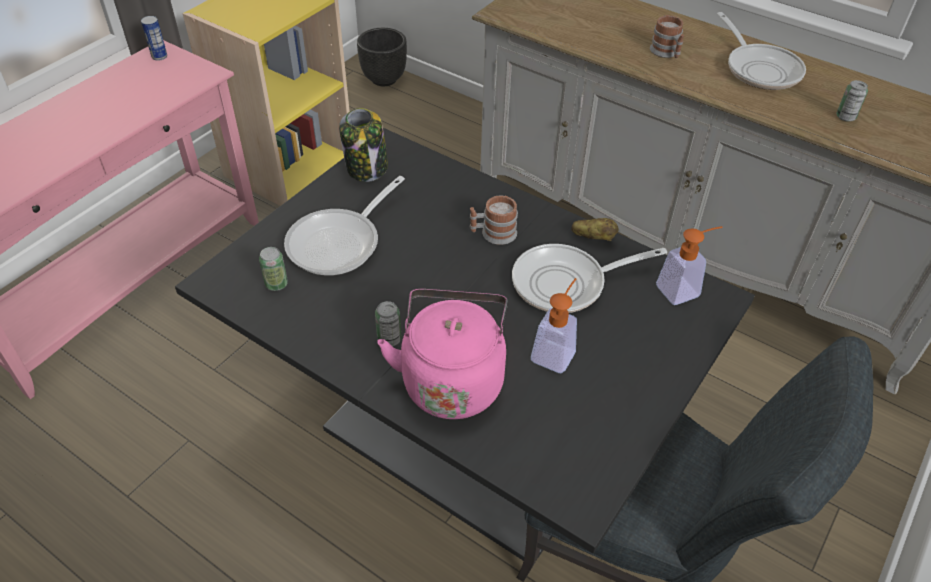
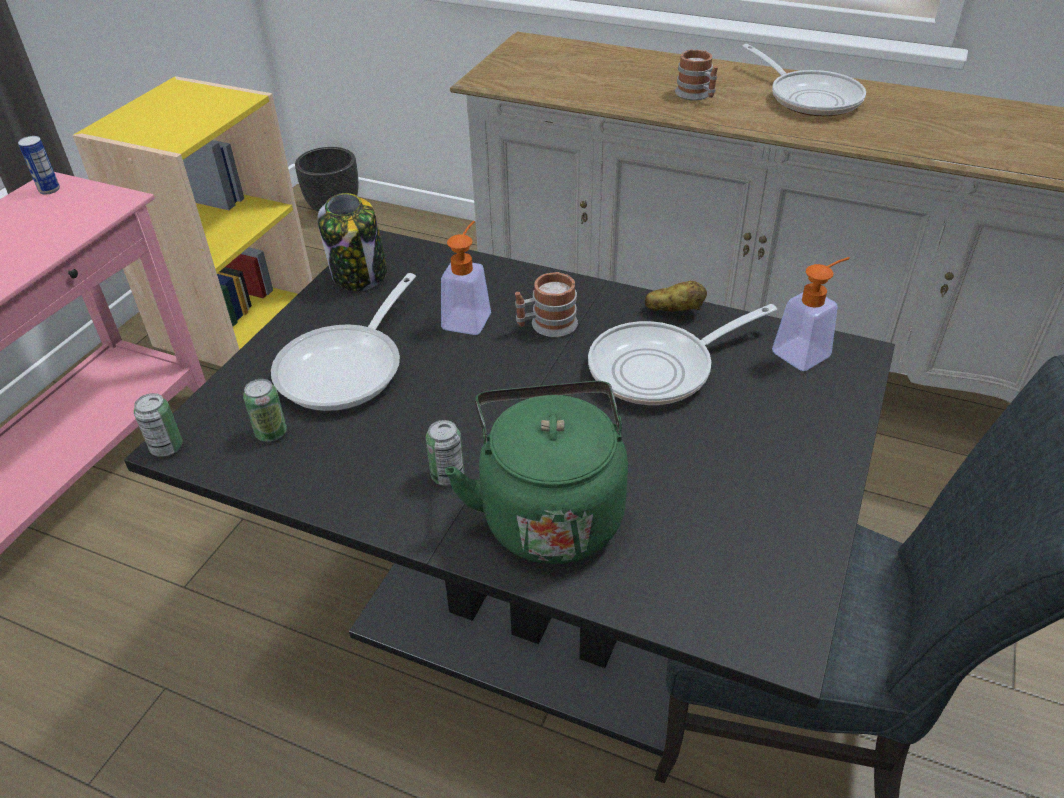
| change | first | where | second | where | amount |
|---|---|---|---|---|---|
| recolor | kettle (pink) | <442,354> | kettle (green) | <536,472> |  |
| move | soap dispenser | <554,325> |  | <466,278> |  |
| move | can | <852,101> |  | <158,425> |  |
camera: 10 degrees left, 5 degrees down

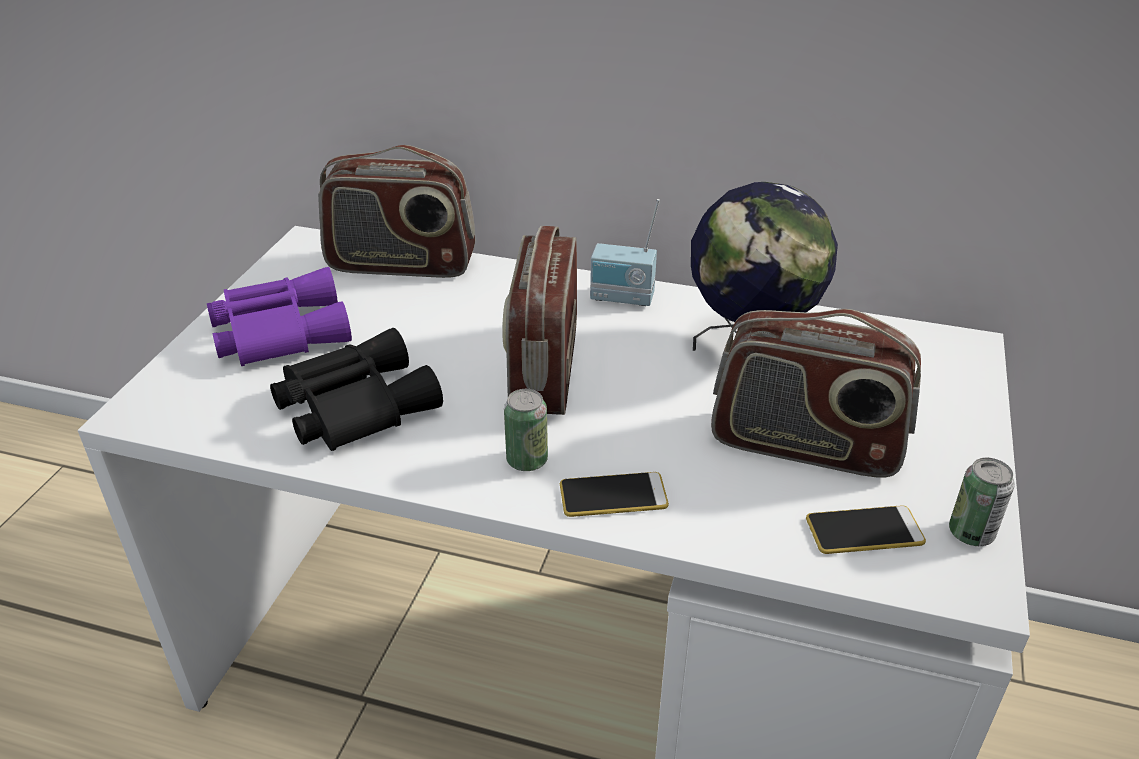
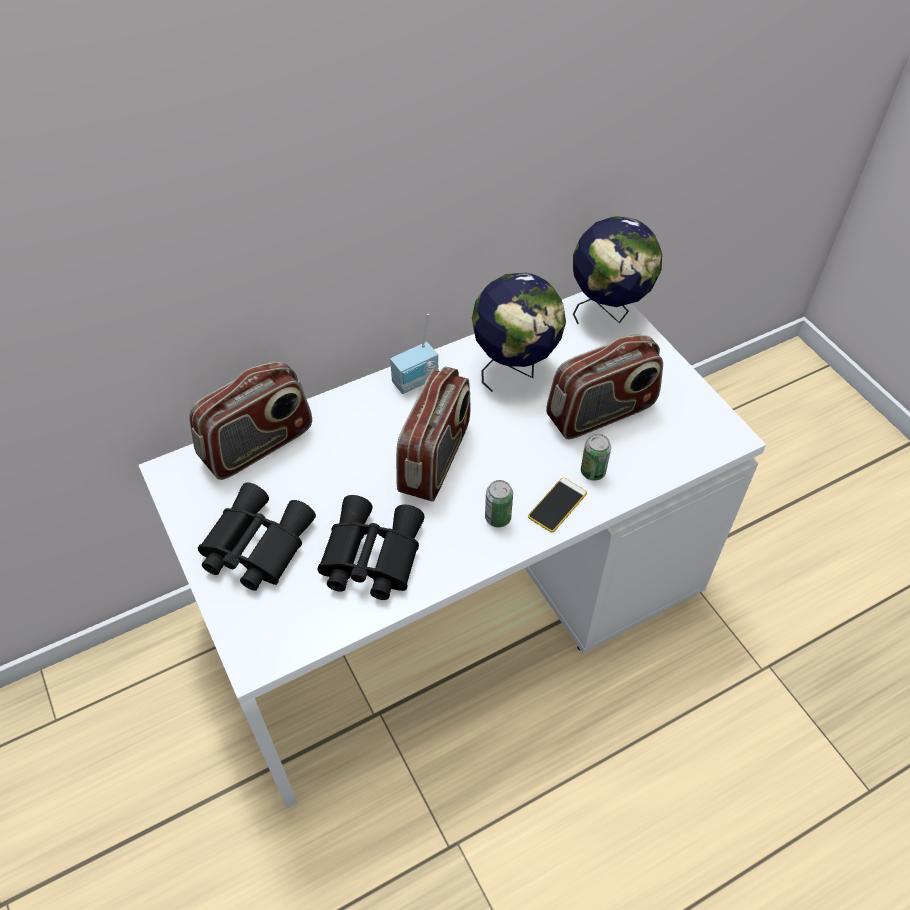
| change | first | where | second | where | amount |
|---|---|---|---|---|---|
| recolor | binoculars (purple) | <279,316> | binoculars (black) | <257,536> |  |
| rotate | radio | <539,320> |  | <433,434> | 120 degrees counterclockwise |
| delete | phone | <866,529> |  |  |  |
| move | can | <982,502> |  | <596,457> |  |
| insert |  |  | globe | <617,270> |  |
camera: 45 degrees left, 15 degrees up

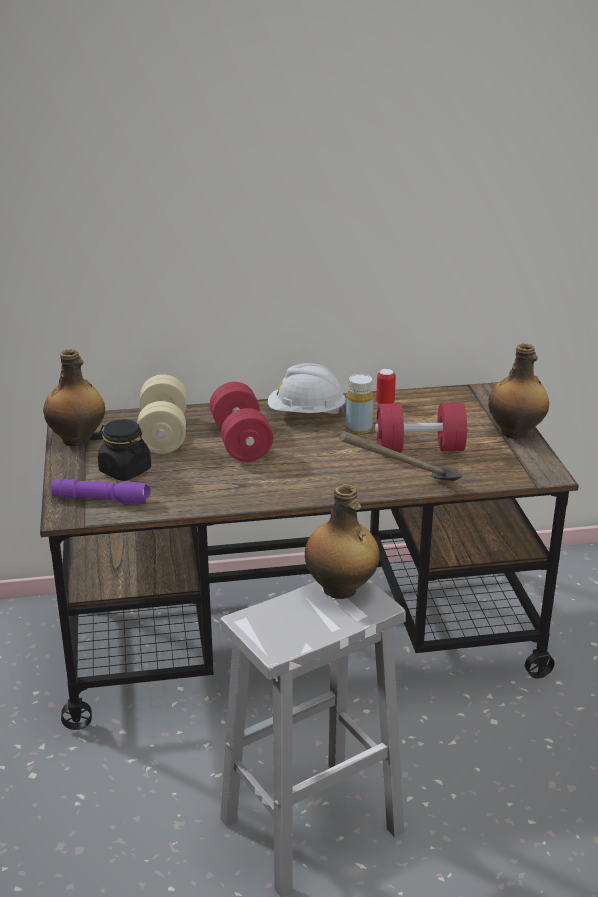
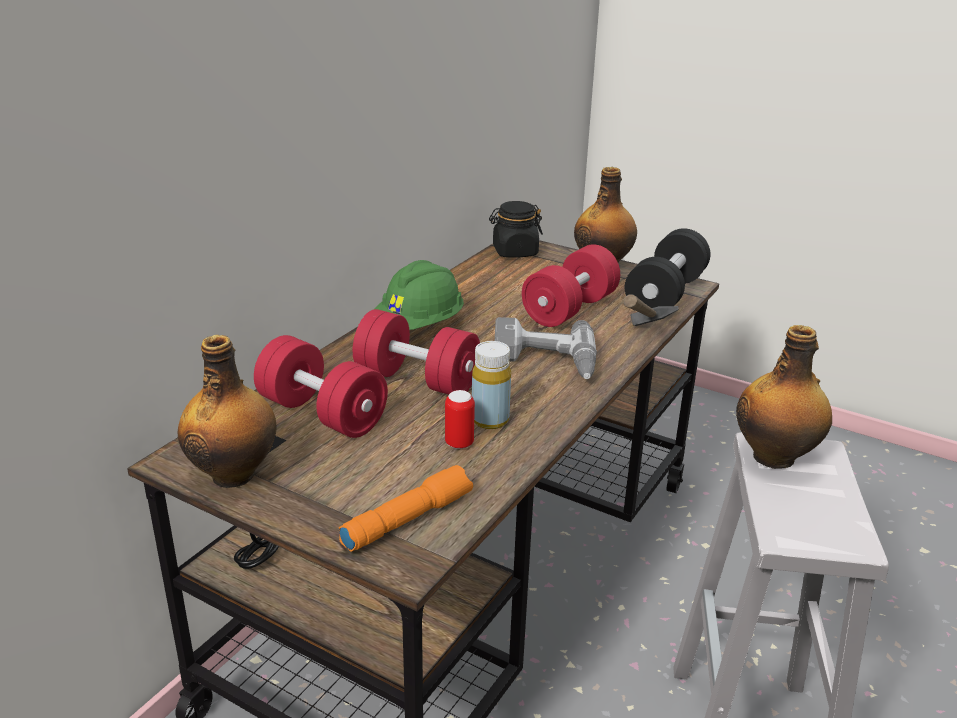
| change | first | where | second | where | amount |
|---|---|---|---|---|---|
| recolor | flashlight (purple) | <101,491> | flashlight (orange) | <406,508> |  |
| move | jar (black) | <124,450> |  | <516,229> |  |
| recolor | dumbbell (beige) | <162,414> | dumbbell (red) | <321,386> |  |
| recolor | hard hat (white) | <307,388> | hard hat (green) | <418,295> |  |
| move | bottle (yellow) | <359,404> |  | <491,385> |  |
| move | can | <386,386> |  | <460,419> |  |
| insert |  |  | power drill | <546,348> |  |
| insert |  |  | dumbbell (black) | <668,268> |  |
camera: 50 degrees left, 0 degrees up

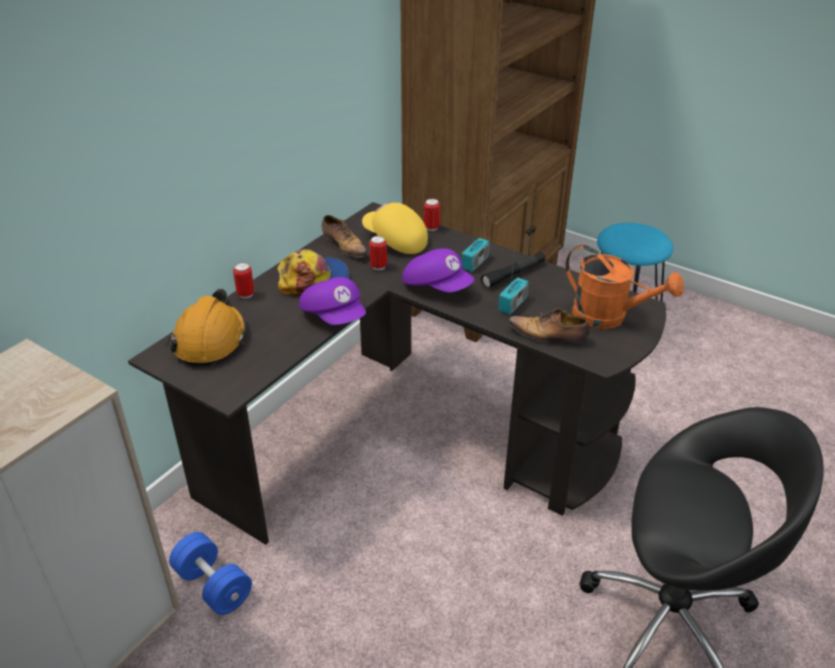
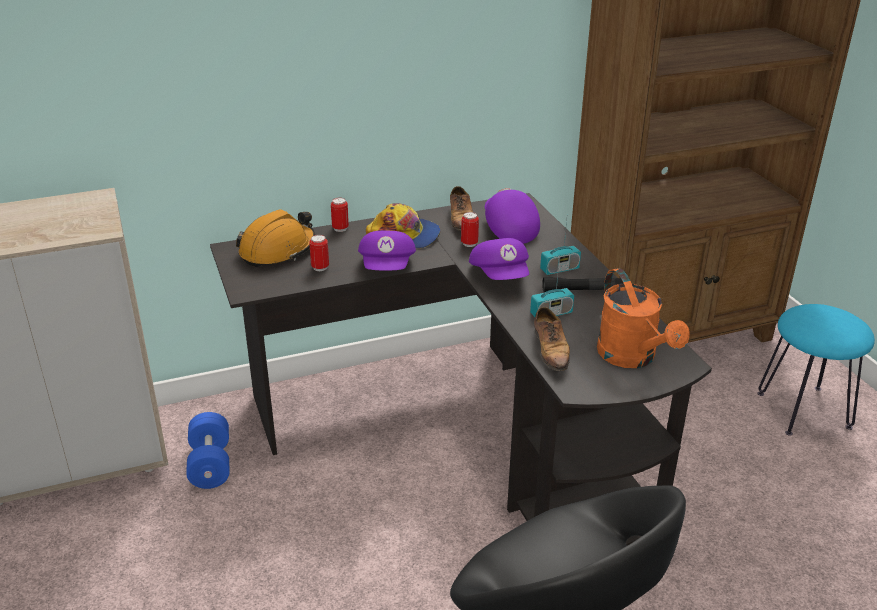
| change | first | where | second | where | amount |
|---|---|---|---|---|---|
| recolor | cap (yellow) | <395,228> | cap (purple) | <512,216> |  |
| move | can | <432,215> |  | <319,253> |  |
| rotate | shoe | <549,327> |  | <552,339> | 150 degrees counterclockwise |
camera: 35 degrees right, 5 degrees down

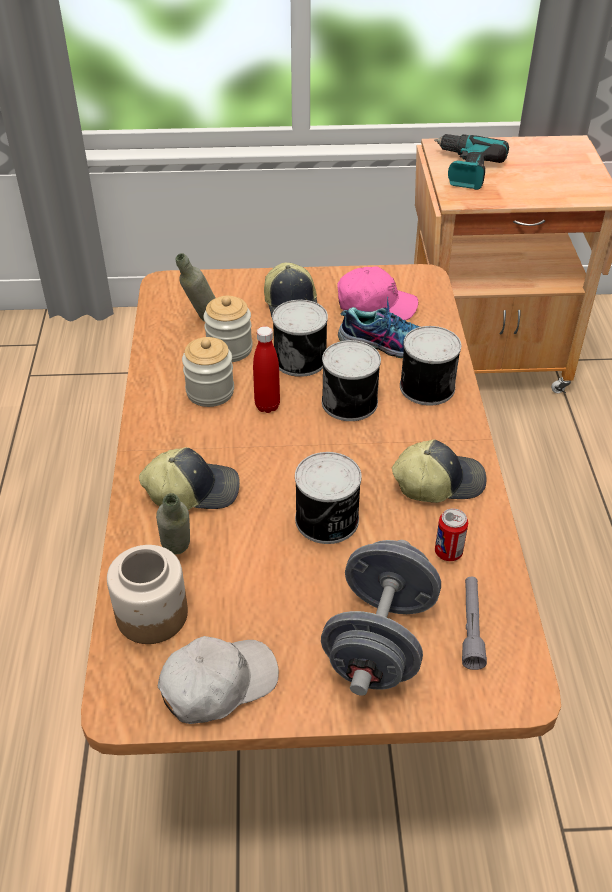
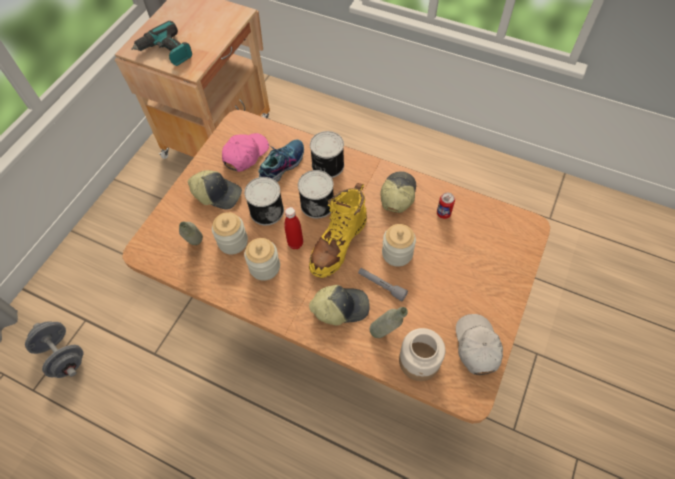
| change | first | where | second | where | amount |
|---|---|---|---|---|---|
| rotate | cap | <189,478> |  | <339,305> | 60 degrees clockwise |
| replace | can | <328,498> | jar | <399,245> |  |
| move | dumbbell (grey) | <381,618> |  | <54,349> |  |
| move | flashlight (grey) | <474,623> |  | <383,284> |  |
| insert |  |  | boot (yellow) | <338,230> |  |
camera: 60 degrees left, 15 degrees up

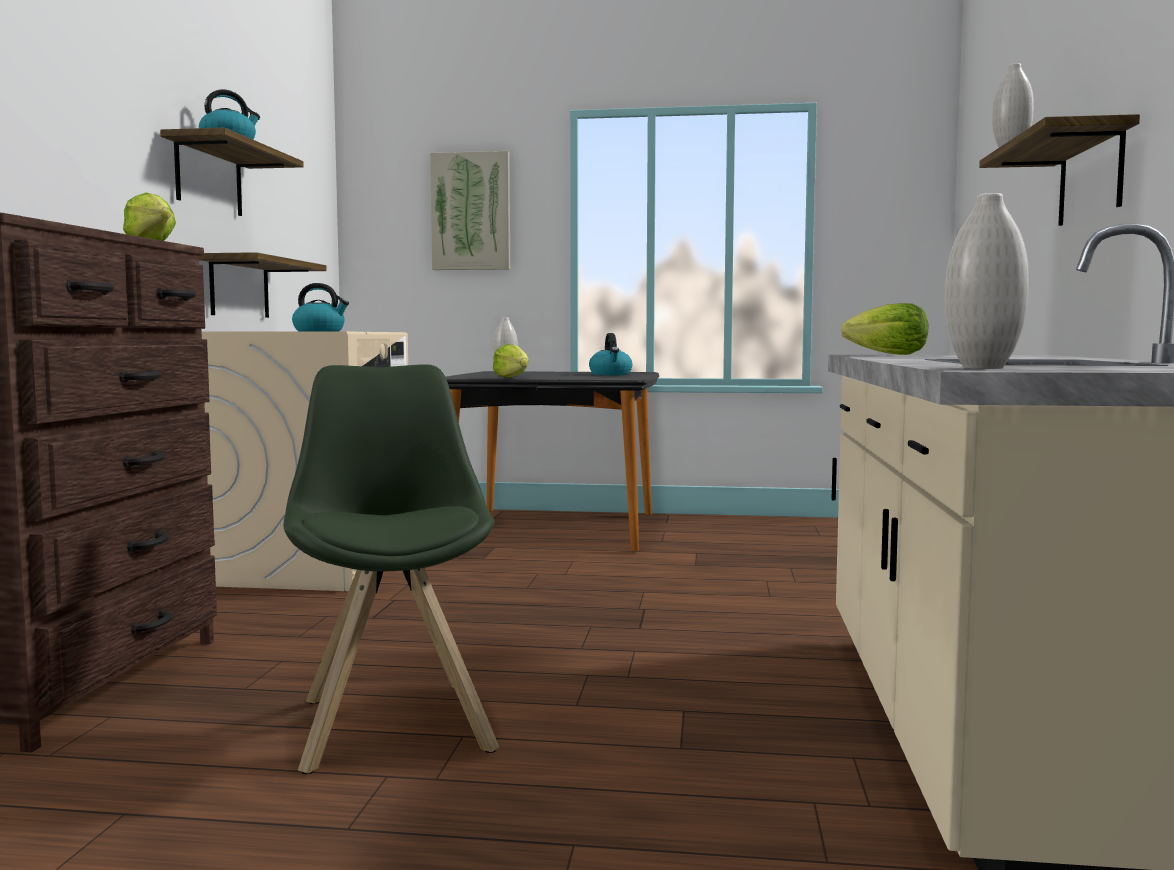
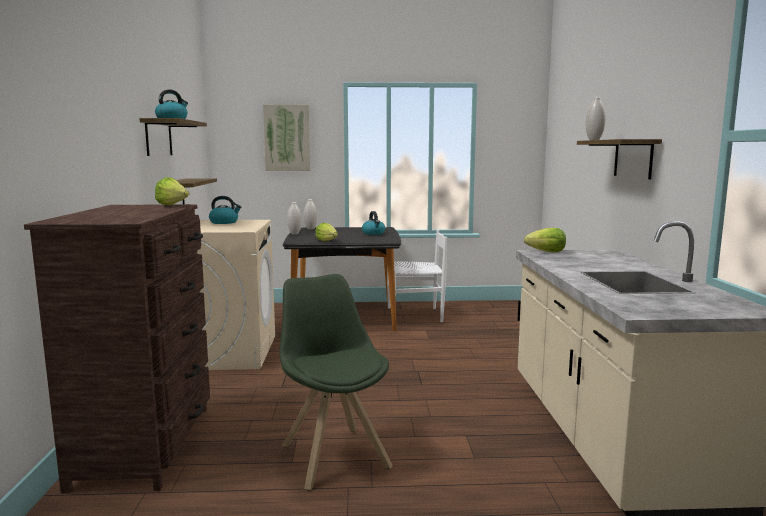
| change | first | where | second | where | amount |
|---|---|---|---|---|---|
| move | vase (white) | <987,281> |  | <294,218> |  |
| insert |  |  | chair (white) | <417,276> |  |
camera: 10 degrees left, 5 degrees up

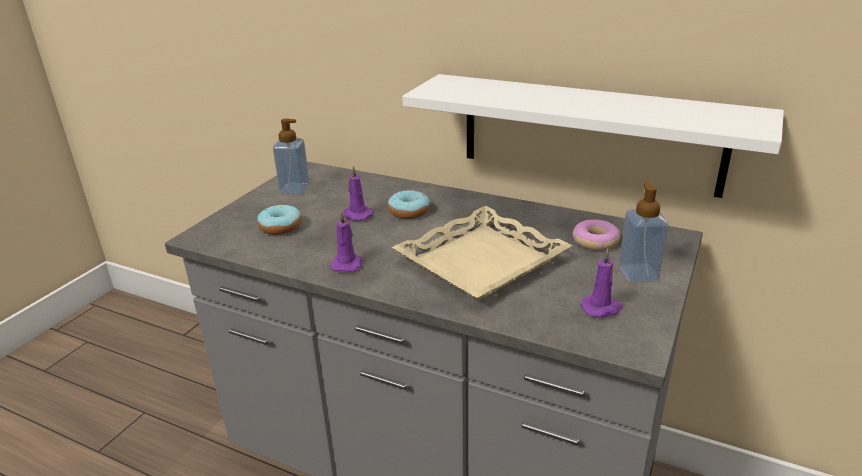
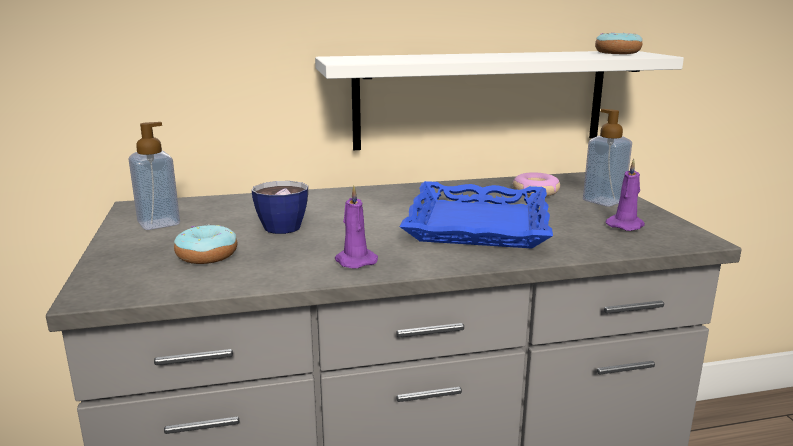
| change | first | where | second | where | amount |
|---|---|---|---|---|---|
| replace | candle (purple) | <358,193> | cup | <279,207> |  |
| move | donut | <409,204> |  | <619,43> |  |
| recolor | tray (beige) | <482,253> | tray (blue) | <476,214> |  |
camera: 40 degrees left, 10 degrees down

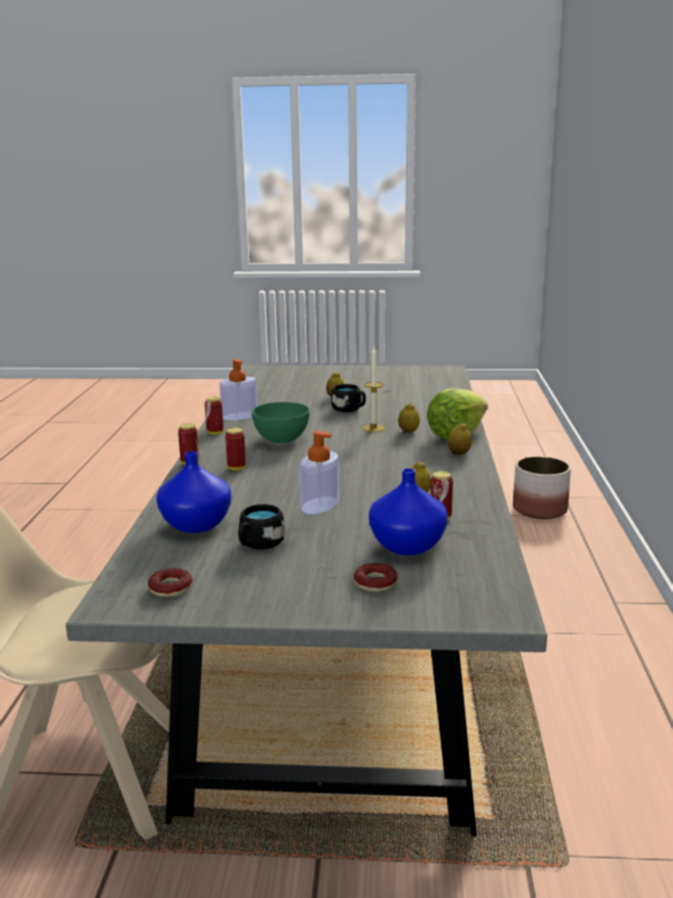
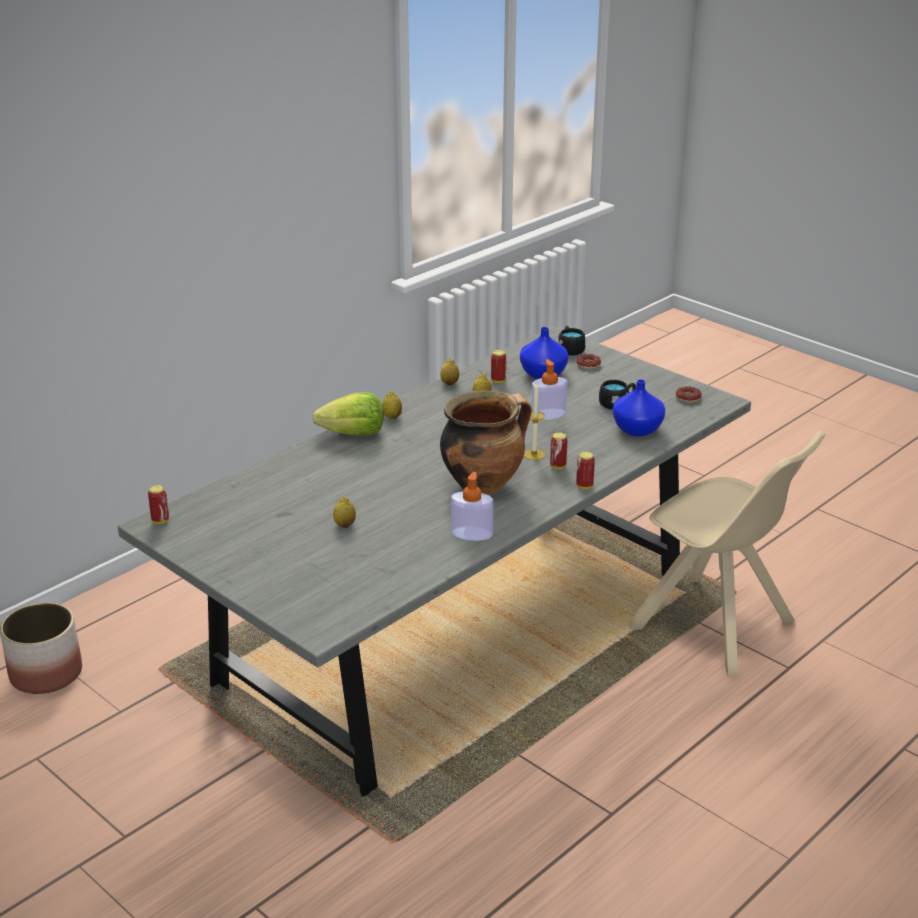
| change | first | where | second | where | amount |
|---|---|---|---|---|---|
| move | can | <214,416> |  | <158,504> |  |
| replace | bowl (green) | <280,422> | cooking pot | <486,442> |  |
| move | mug (black) | <348,398> |  | <572,341> |  |
| move | candle | <374,389> |  | <534,420> |  |
| move | lemon | <409,418> |  | <450,372> |  |
camera: 140 degrees left, 10 degrees up

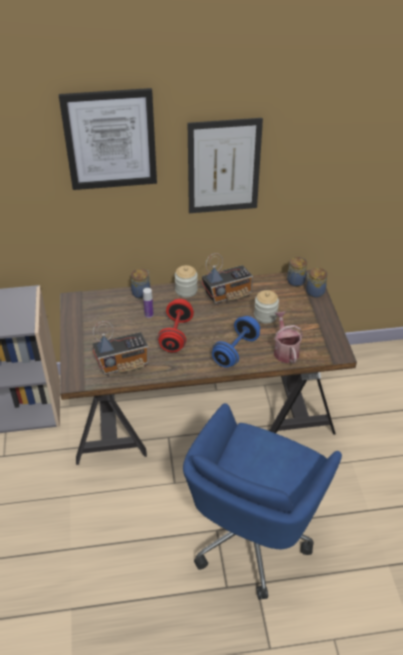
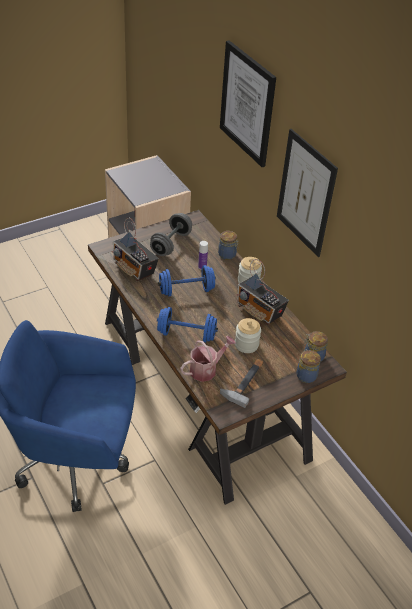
| change | first | where | second | where | amount |
|---|---|---|---|---|---|
| recolor | dumbbell (red) | <176,325> | dumbbell (blue) | <187,281> |  |
| insert |  |  | dumbbell (grey) | <171,234> |  |
| insert |  |  | hammer | <241,383> |  |
camera: 65 degrees right, 0 degrees up

